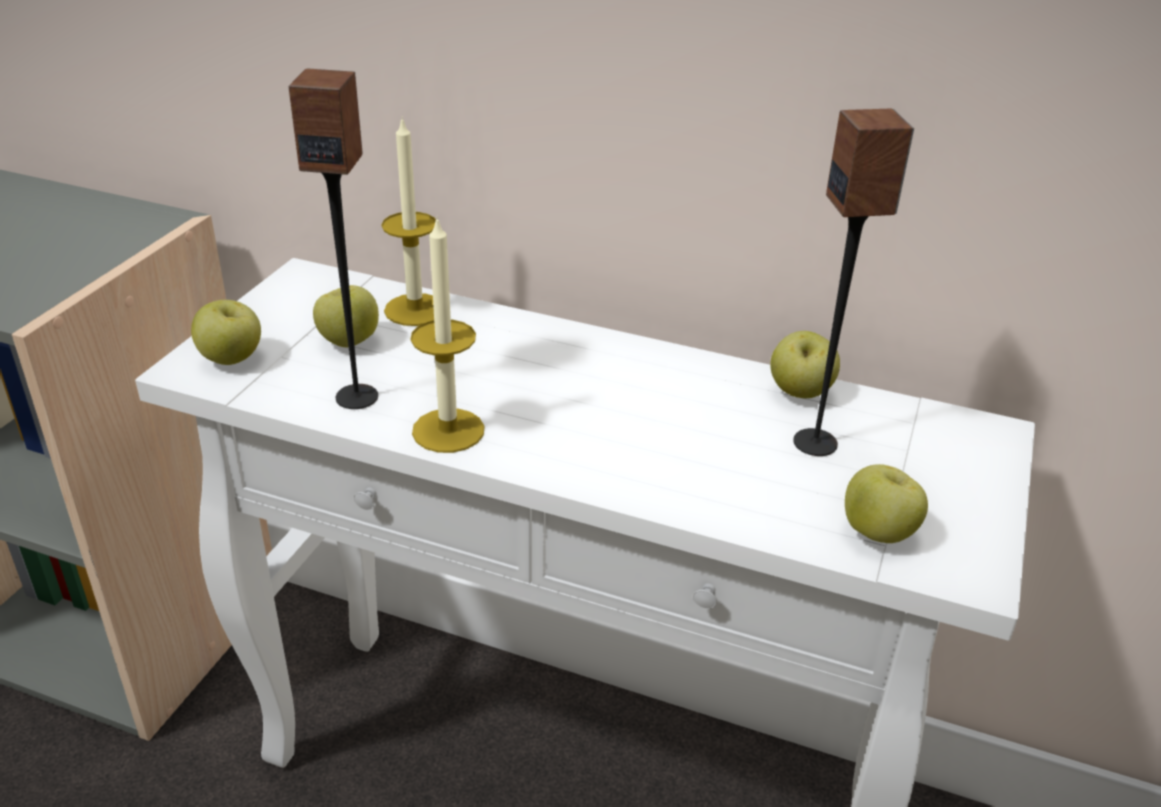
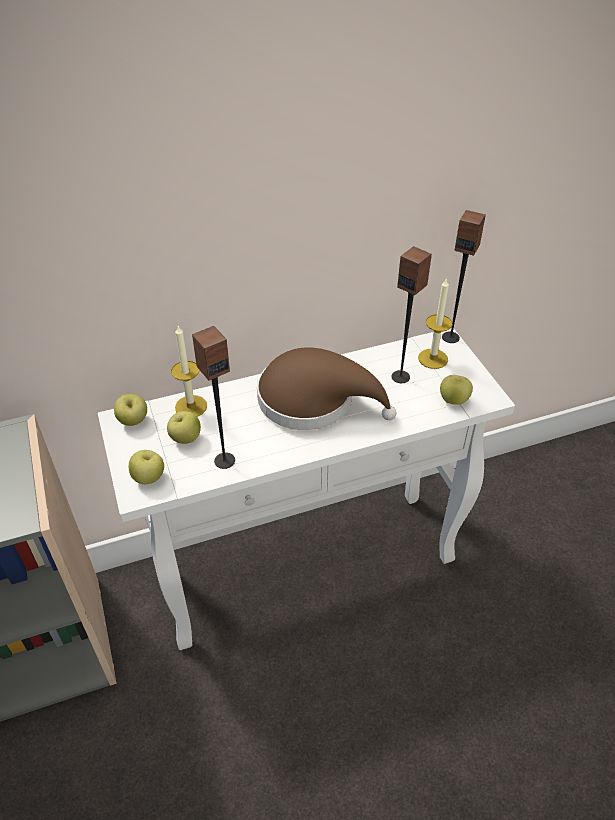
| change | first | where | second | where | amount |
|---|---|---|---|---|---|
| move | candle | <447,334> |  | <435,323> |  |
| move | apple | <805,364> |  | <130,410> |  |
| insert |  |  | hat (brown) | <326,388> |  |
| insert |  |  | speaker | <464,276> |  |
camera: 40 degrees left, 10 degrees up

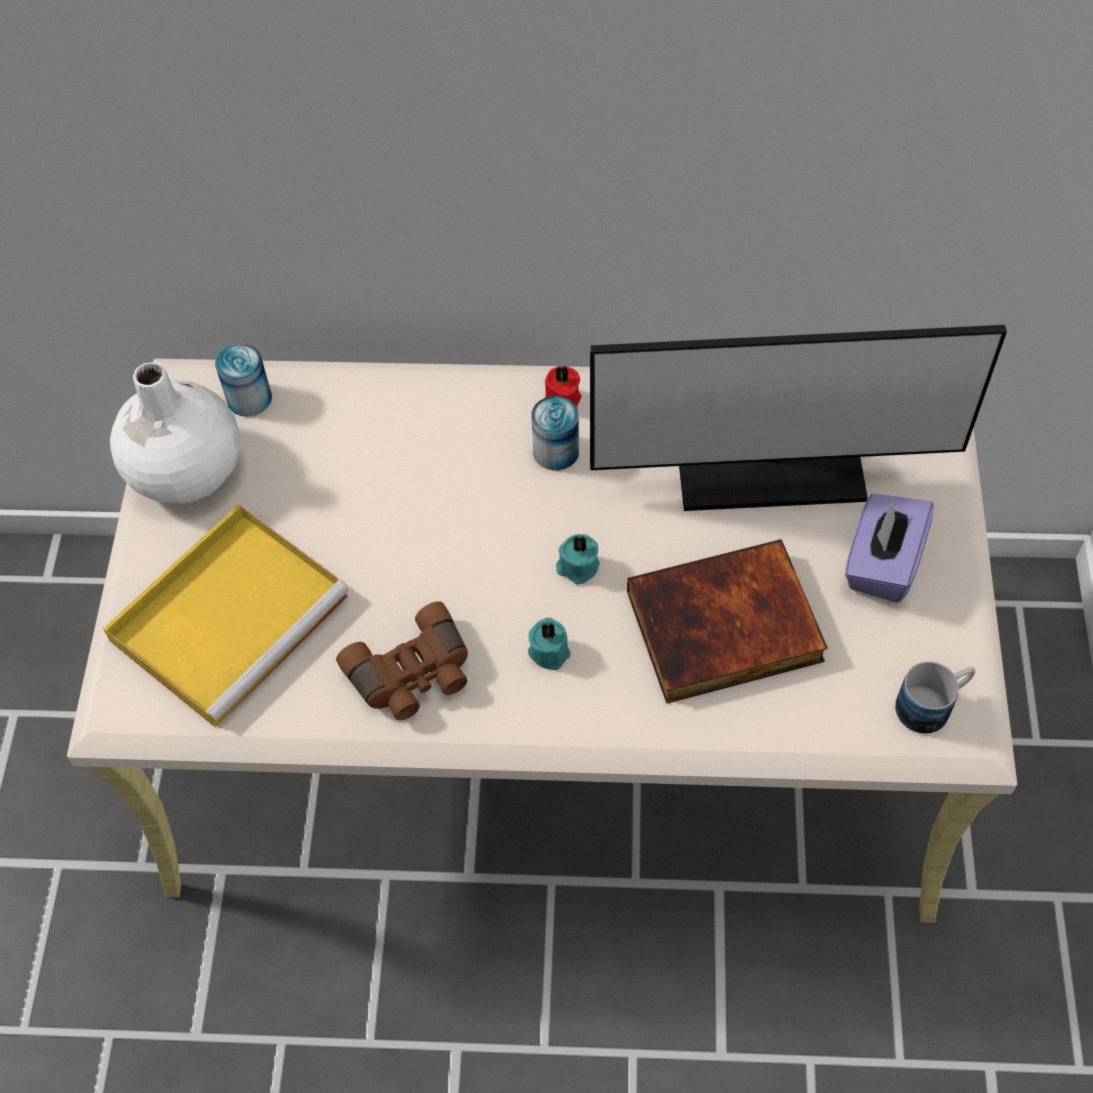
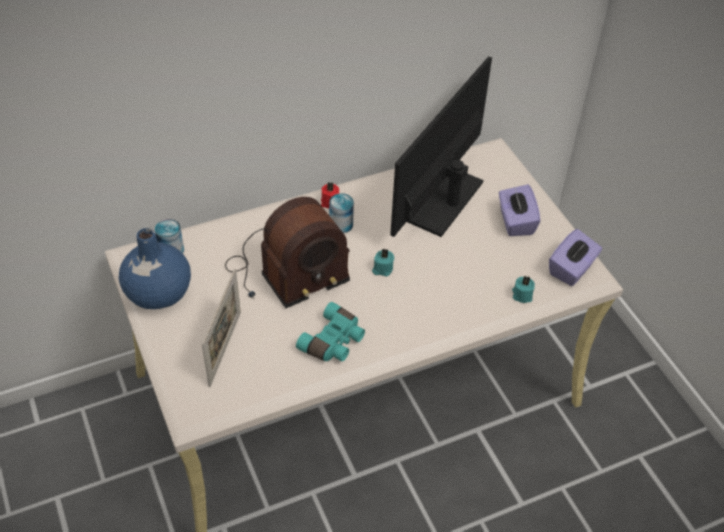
| change | first | where | second | where | amount |
|---|---|---|---|---|---|
| replace | tray (yellow) | <226,616> | picture frame | <221,327> |  |
| recolor | vase (white) | <175,433> | vase (blue) | <155,268> |  |
| recolor | binoculars (brown) | <402,660> | binoculars (turquoise) | <330,331> |  |
| move | candle (turquoise) | <549,644> |  | <523,289> |  |
| rotate | monitor | <798,418> |  | <441,146> | 150 degrees clockwise |
| delete | book | <727,621> |  |  |  |
| replace | mug | <935,698> | tissue box (purple) | <575,257> |  |
| insert |  |  | radio | <287,252> |  |
camera: 30 degrees left, 10 degrees down

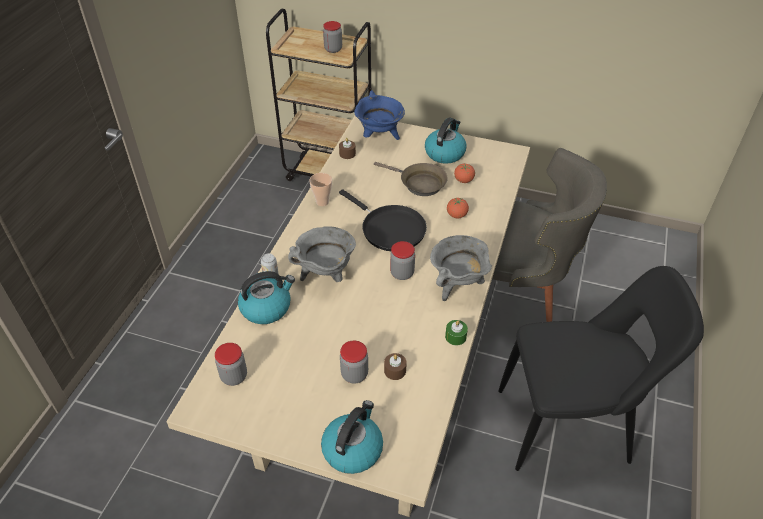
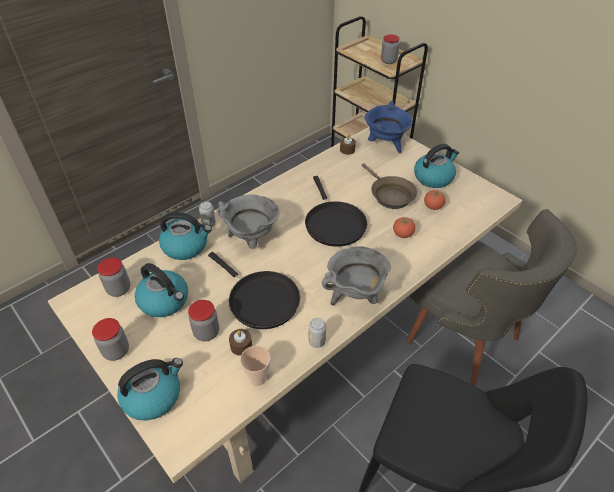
| change | first | where | second | where | amount |
|---|---|---|---|---|---|
| move | cup | <320,189> |  | <255,366> |  |
| move | jar | <402,260> |  | <110,339> |  |
| replace | candle (green) | <456,333> | can | <317,333> |  |
| insert |  |  | kettle | <161,290> |  |
| insert |  |  | frying pan (black) | <254,290> |  |
camera: 30 degrees right, 0 degrees up

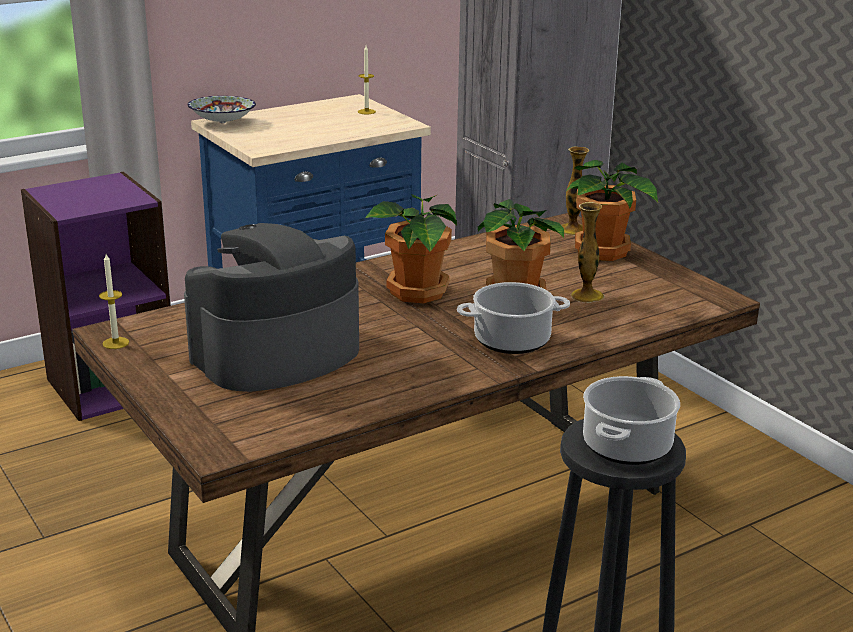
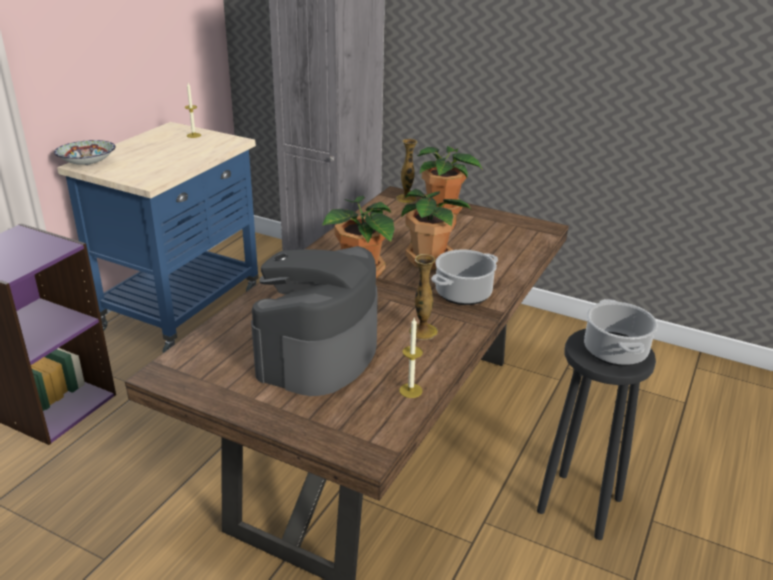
| change | first | where | second | where | amount |
|---|---|---|---|---|---|
| move | candle | <114,301> |  | <411,358> |  |
| move | vase | <587,252> |  | <423,297> |  |
camera: 30 degrees left, 5 degrees up

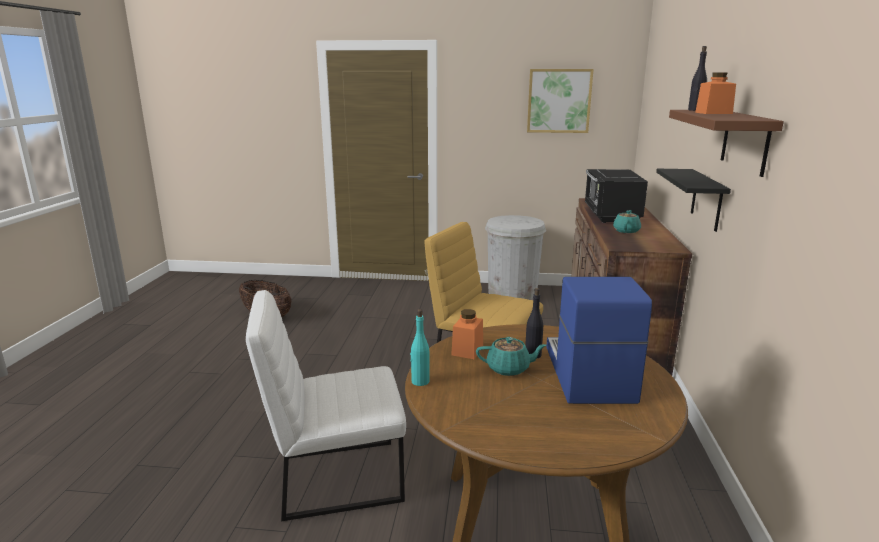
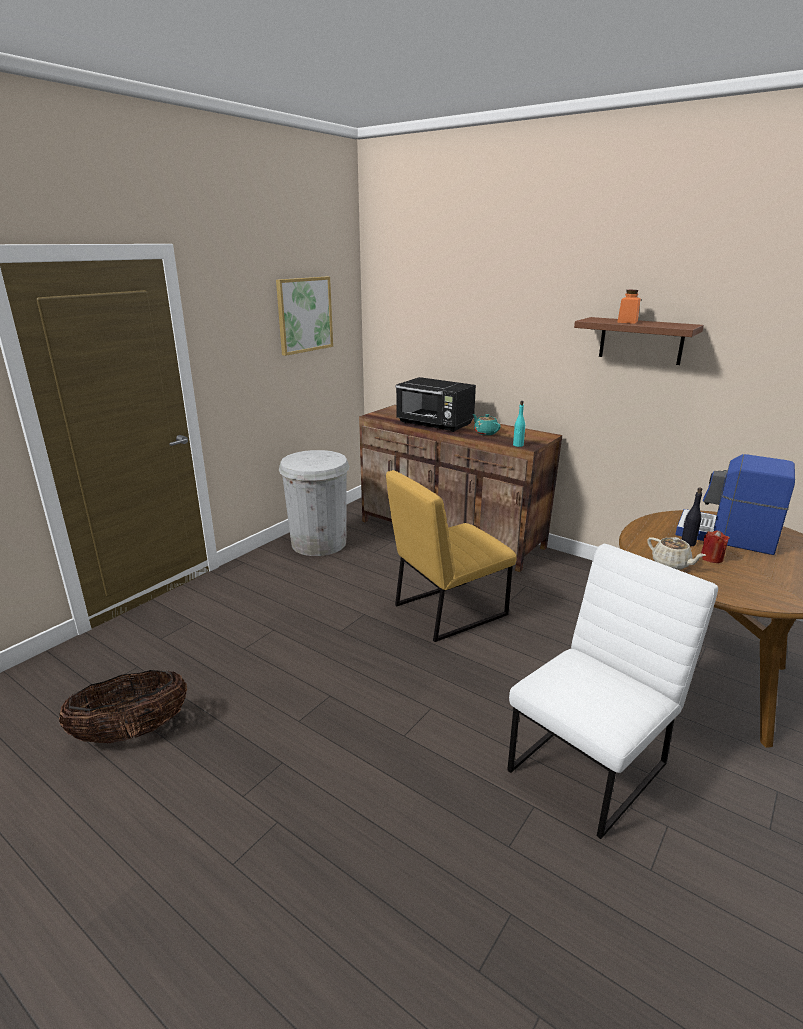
| change | first | where | second | where | amount |
|---|---|---|---|---|---|
| rotate | chair (white) | <326,405> |  | <612,691> | 150 degrees counterclockwise |
| move | bottle (turquoise) | <420,347> |  | <519,424> |  |
| replace | jar (orange) | <467,334> | teapot (beige) | <677,553> |  |
| replace | teapot (turquoise) | <511,356> | candle (red) | <715,546> |  |
| delete | shelf (black) | <693,200> |  |  |  |
| delete | bottle (black) | <697,78> |  |  |  |
camera: 60 degrees left, 5 degrees up

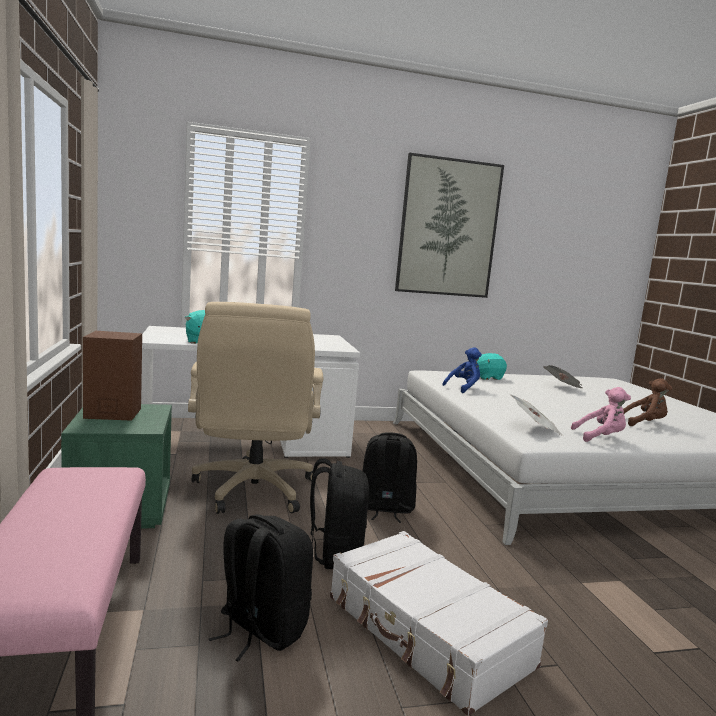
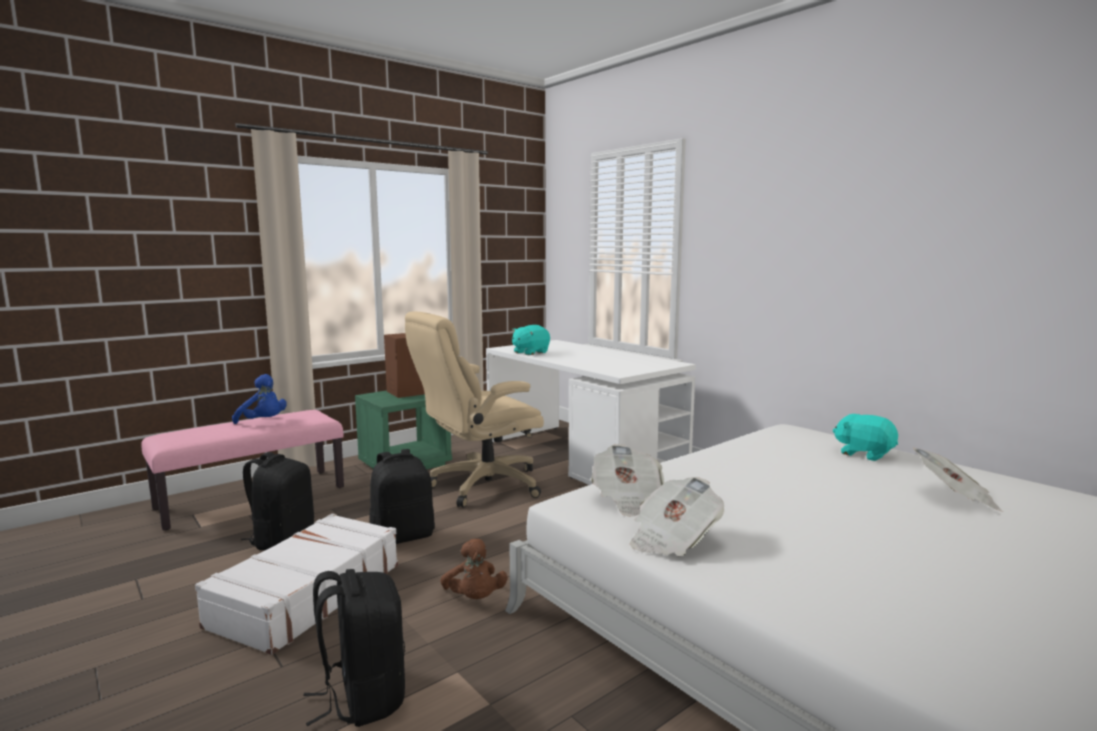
| change | first | where | second | where | amount |
|---|---|---|---|---|---|
| move | backpack (black) | <390,477> |  | <354,648> |  |
| delete | picture | <449,225> |  |  |  |
| move | plush toy (blue) | <462,370> |  | <259,399> |  |
| replace | plush toy (pink) | <601,414> | newspaper | <677,516> |  |
| move | plush toy (brown) | <647,402> |  | <474,569> |  |
camera: 65 degrees right, 0 degrees up

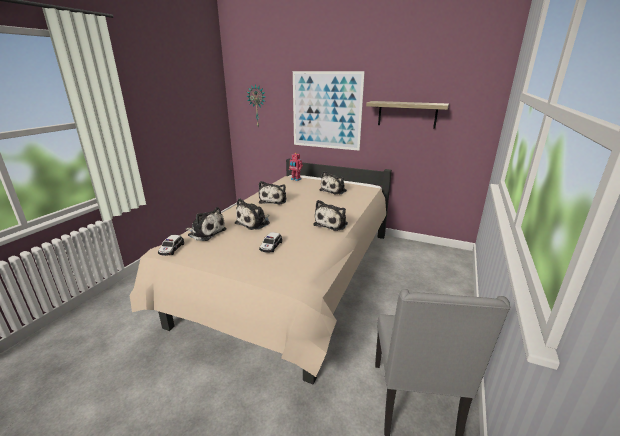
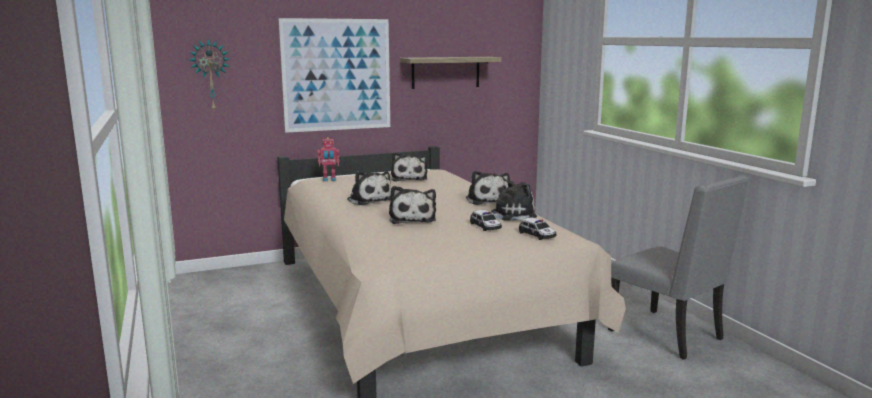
| change | first | where | second | where | amount |
|---|---|---|---|---|---|
| move | toy car | <171,245> |  | <538,228> |  |
| move | plush toy | <206,224> |  | <514,201> |  |
camera: 45 degrees left, 10 degrees down

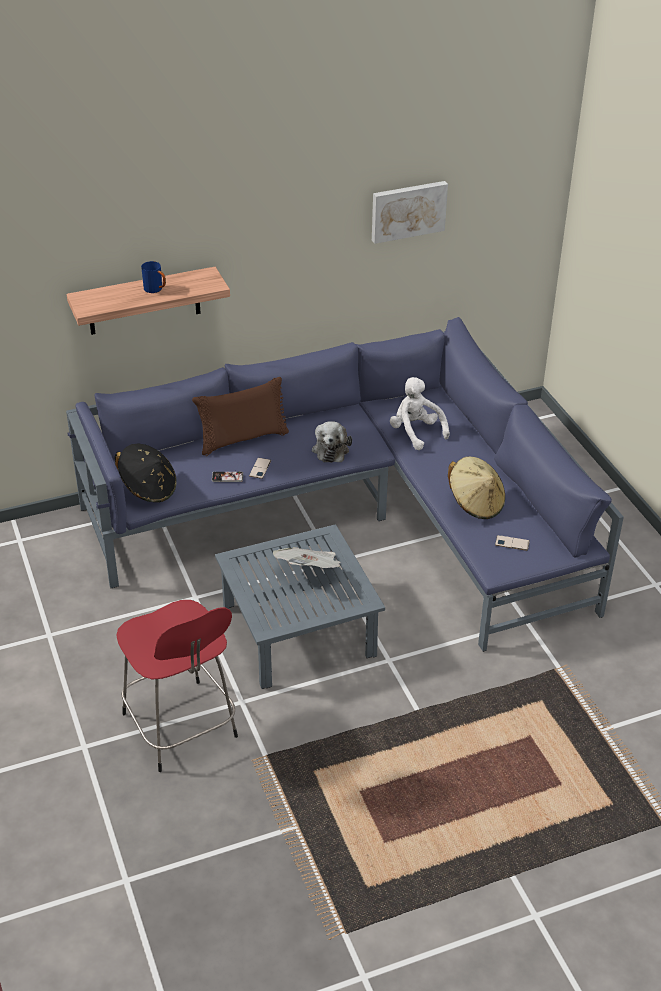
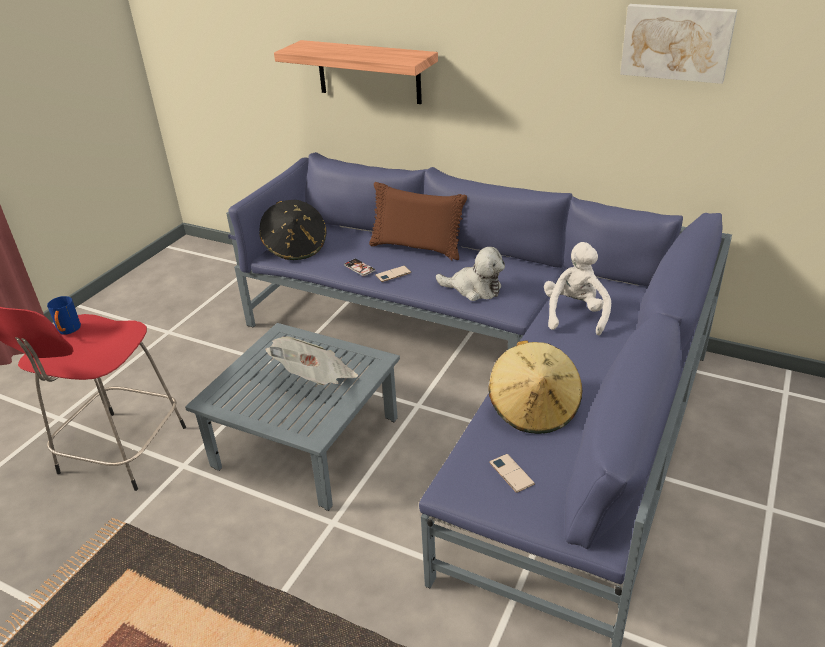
| change | first | where | second | where | amount |
|---|---|---|---|---|---|
| move | mug (blue) | <153,277> |  | <64,315> |  |
| rotate | plush toy | <332,442> |  | <470,274> | 120 degrees counterclockwise |
camera: 50 degrees right, 5 degrees down

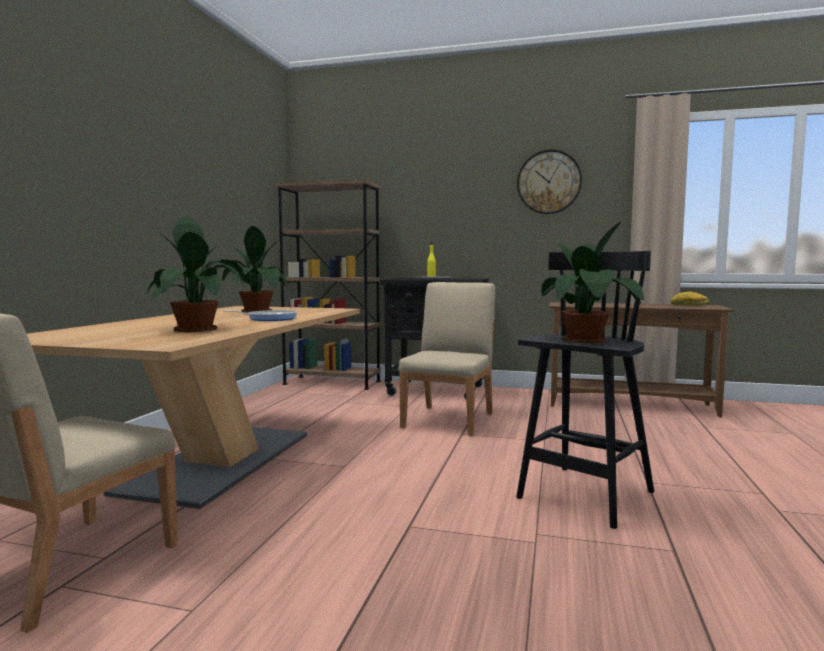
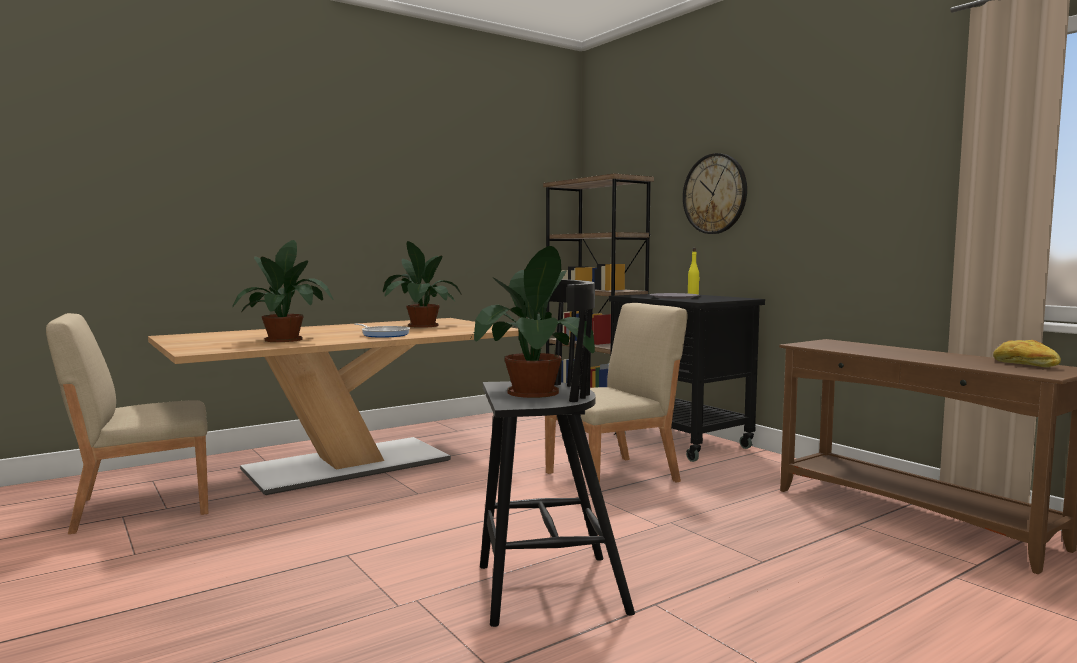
| change | first | where | second | where | amount |
|---|---|---|---|---|---|
| move | wall clock | <549,181> |  | <715,193> |  |
camera: 40 degrees right, 0 degrees up

